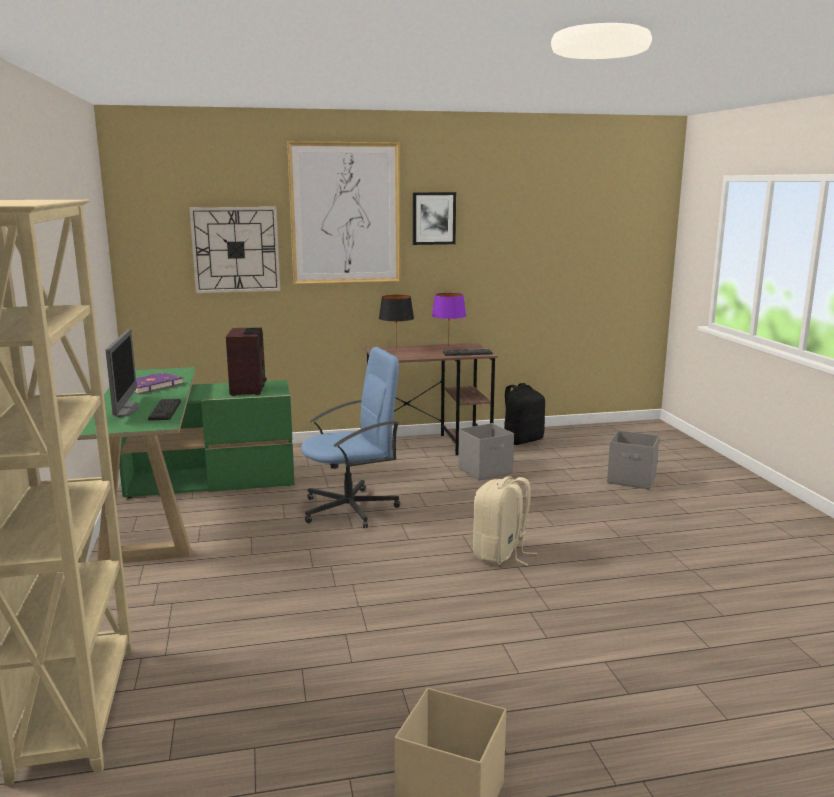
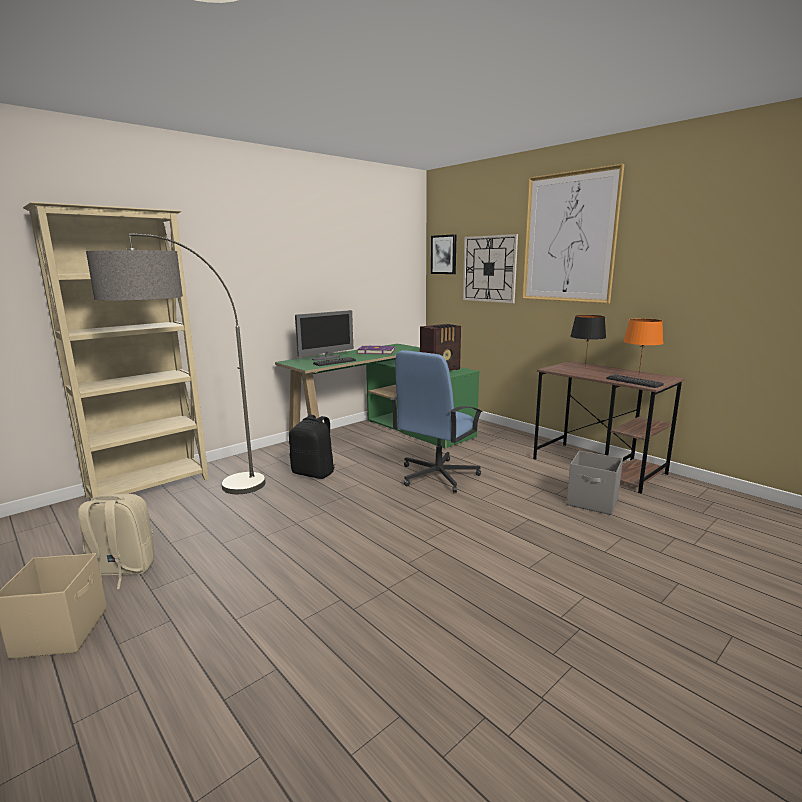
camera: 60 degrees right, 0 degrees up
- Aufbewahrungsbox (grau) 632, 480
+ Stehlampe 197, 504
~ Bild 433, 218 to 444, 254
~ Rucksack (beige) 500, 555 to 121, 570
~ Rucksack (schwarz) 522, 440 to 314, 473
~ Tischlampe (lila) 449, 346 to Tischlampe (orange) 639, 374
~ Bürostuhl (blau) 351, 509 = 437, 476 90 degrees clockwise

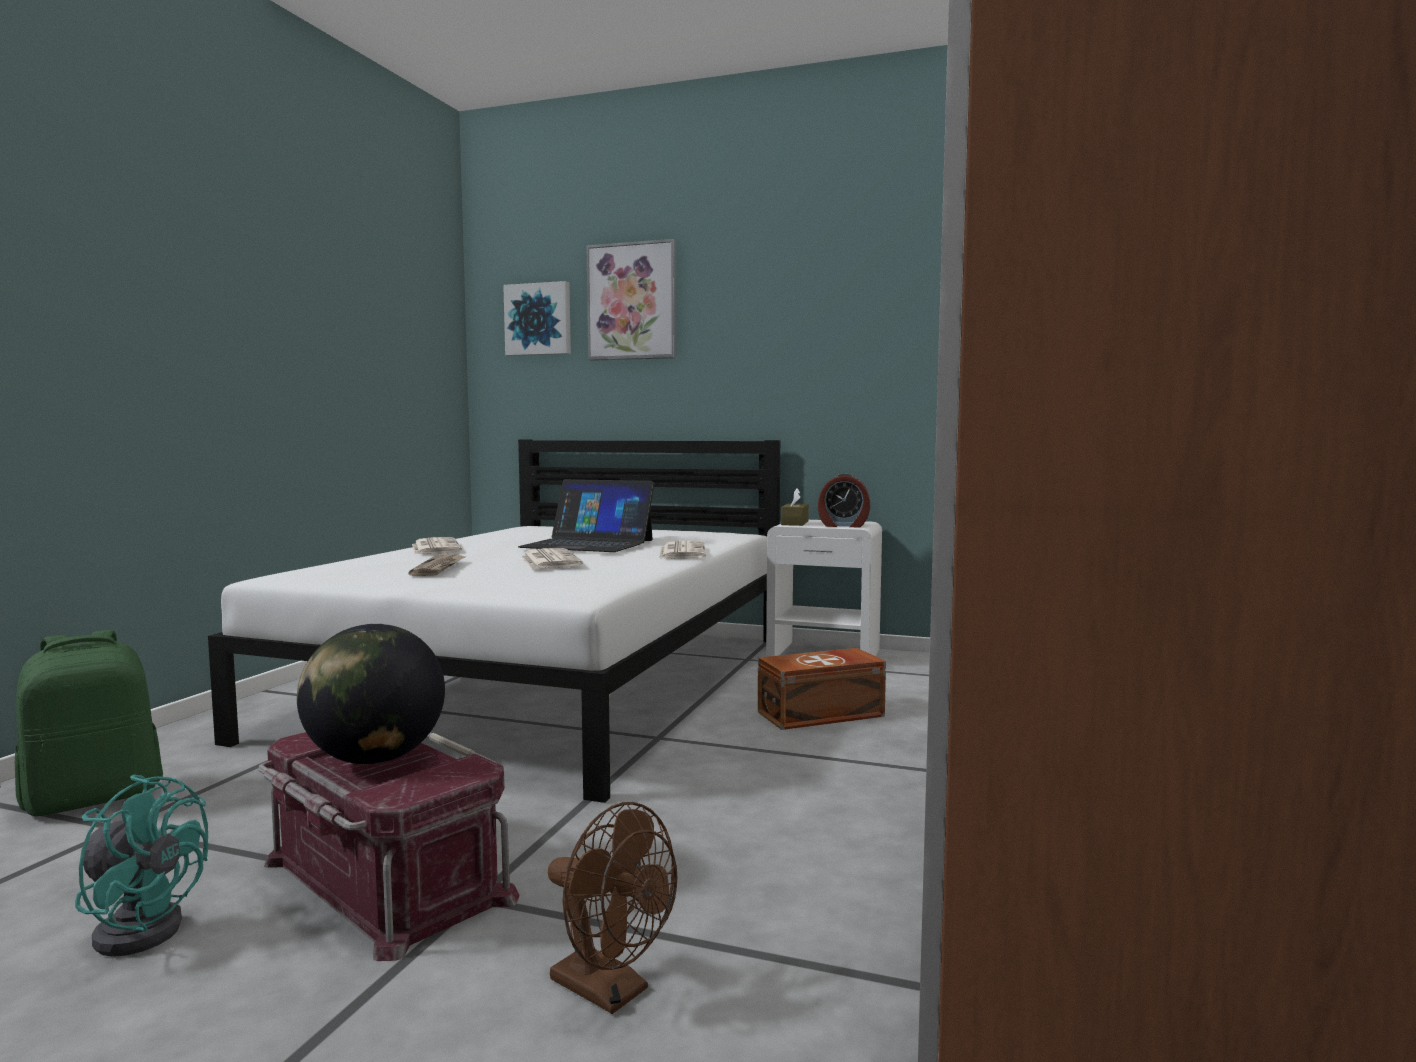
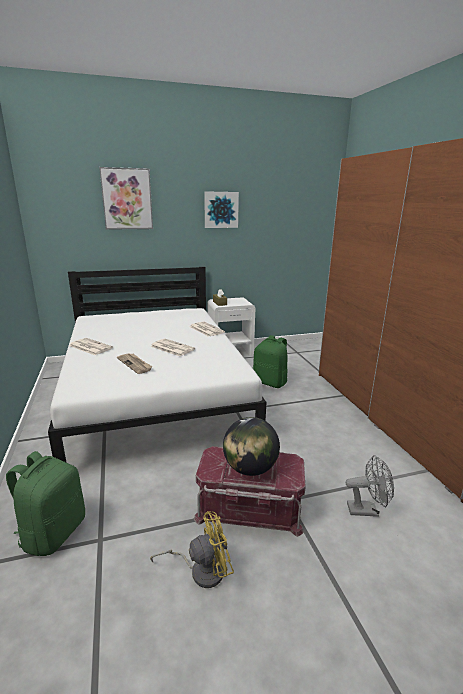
camera: 35 degrees left, 15 degrees up
- Laptop 588, 544
- Wecker 843, 525
~ Bild 539, 319 to 221, 210
~ Aufbewahrungsbox (braun) 823, 714 to Rucksack (grün) 270, 382
~ Ventilator (türkis) 141, 926 to Ventilator (gelb) 201, 570
~ Ventilator (braun) 611, 991 to Ventilator (grau) 367, 510

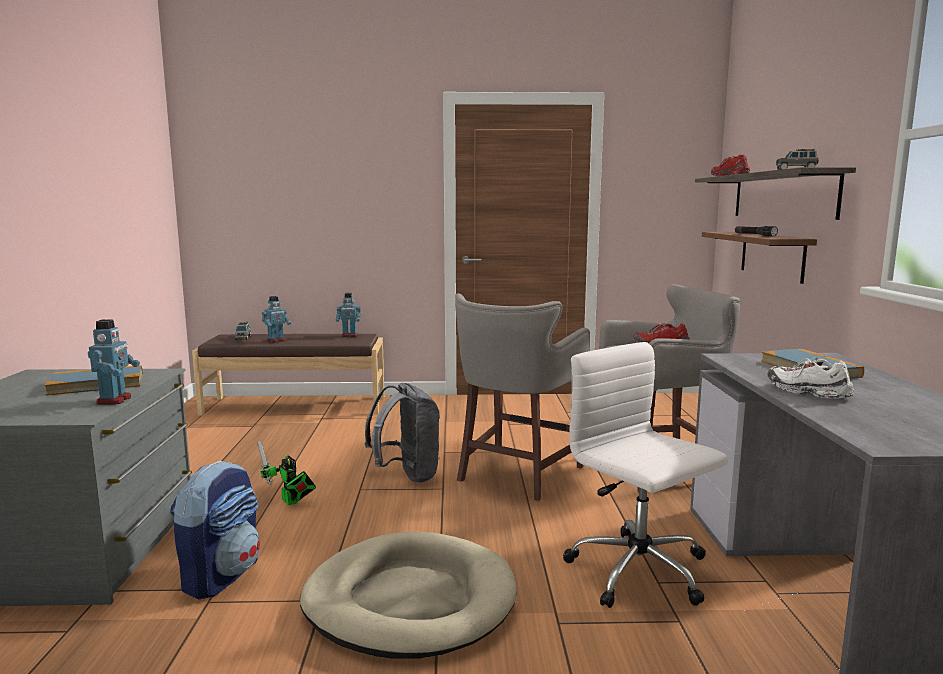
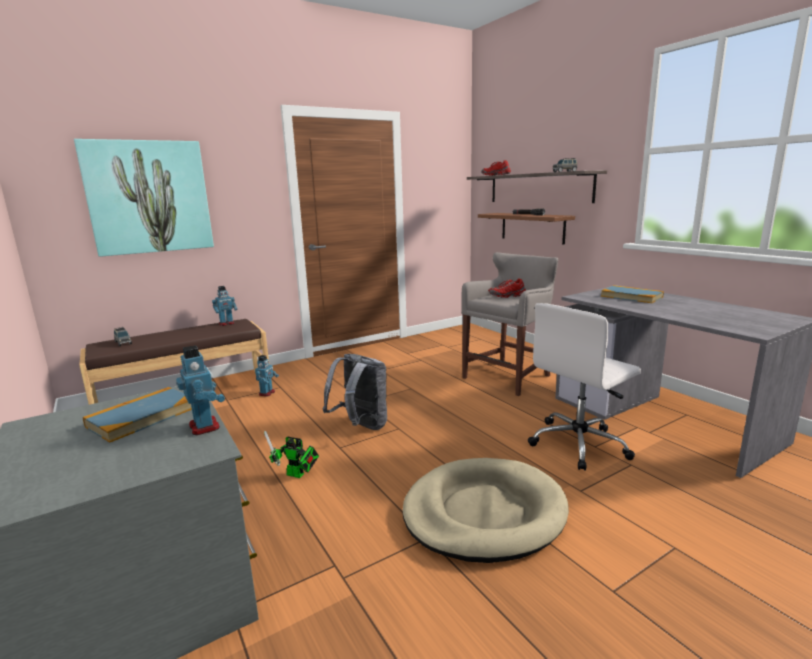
camera: 30 degrees left, 5 degrees up
- Rucksack 221, 575
- Hocker (grau) 517, 474
- Schuh (weiß) 807, 392
+ Bild 149, 197
~ Spielzeugroboter 276, 341 to 267, 393
~ Bürostuhl (weiß) 640, 572 = 579, 444 60 degrees counterclockwise

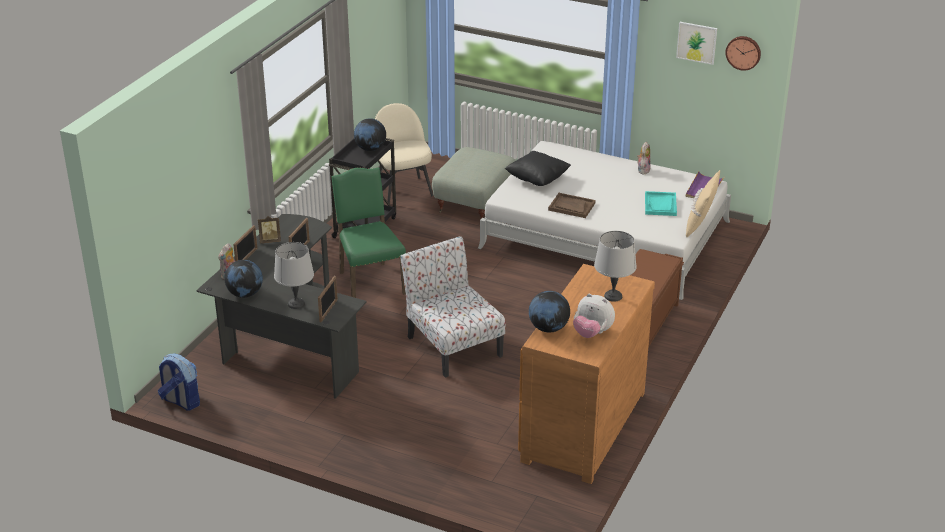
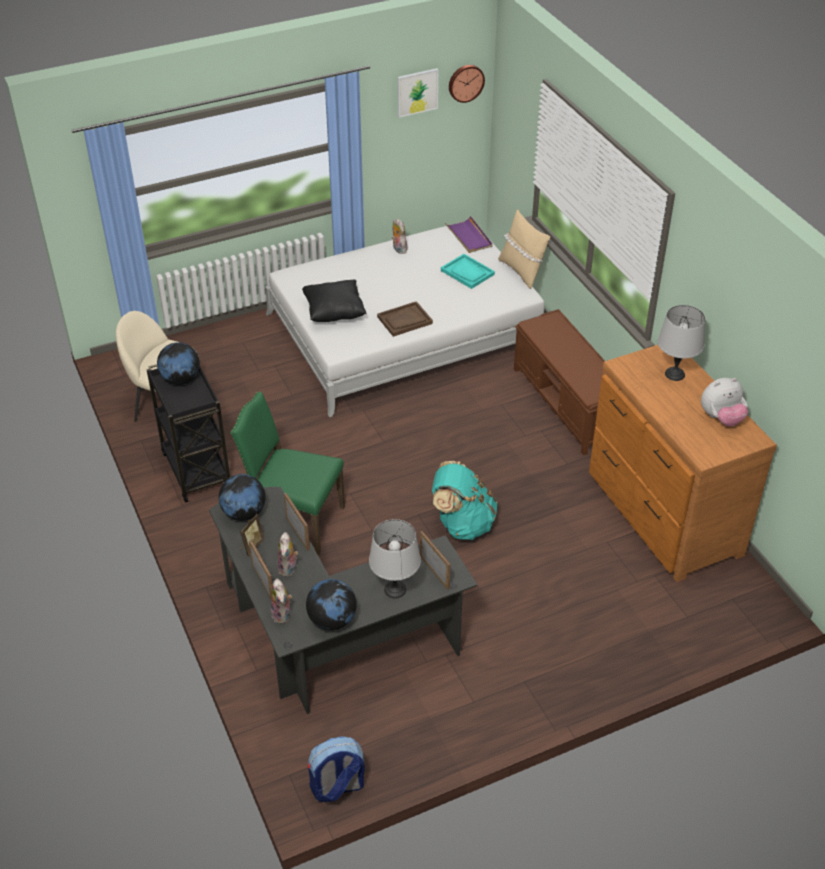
camera: 50 degrees left, 10 degrees up
- Polsterhocker (grau) 475, 203
+ Plüschtier 288, 568
~ Globus 548, 328 to 244, 513
~ Stuhl 453, 345 to Rucksack (türkis) 462, 523

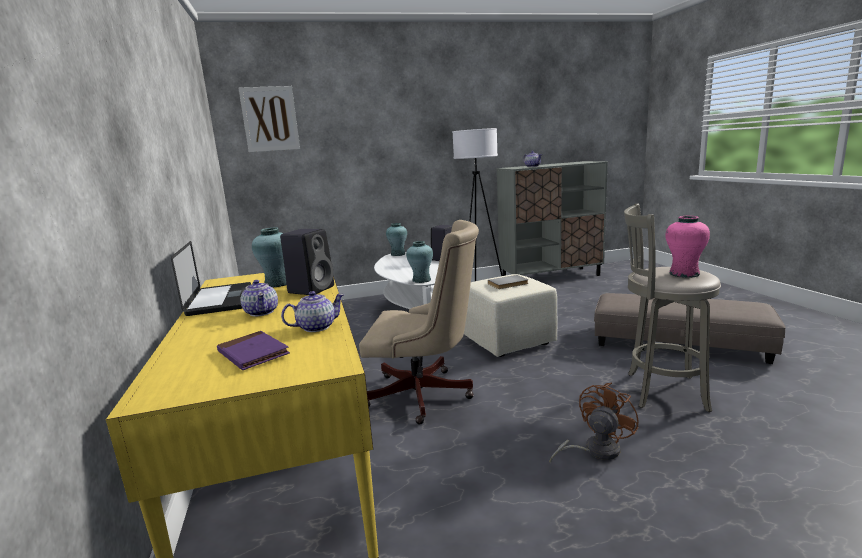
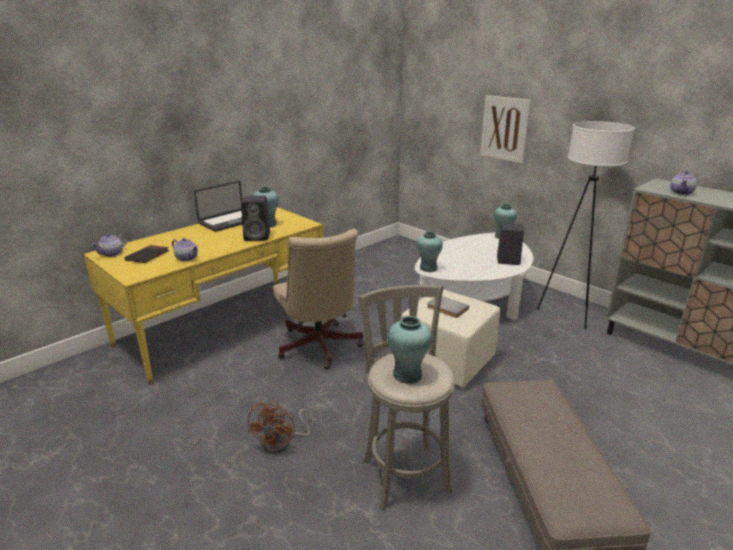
camera: 60 degrees right, 10 degrees up
~ Bild 270, 119 to 505, 128
~ Teekanne 262, 312 to 112, 254
~ Buch (lila) 253, 354 to Buch (schwarz) 147, 256
~ Vase (rosa) 684, 274 to Vase (türkis) 407, 374
~ Ventilator (braun) 594, 450 = 282, 443 90 degrees clockwise

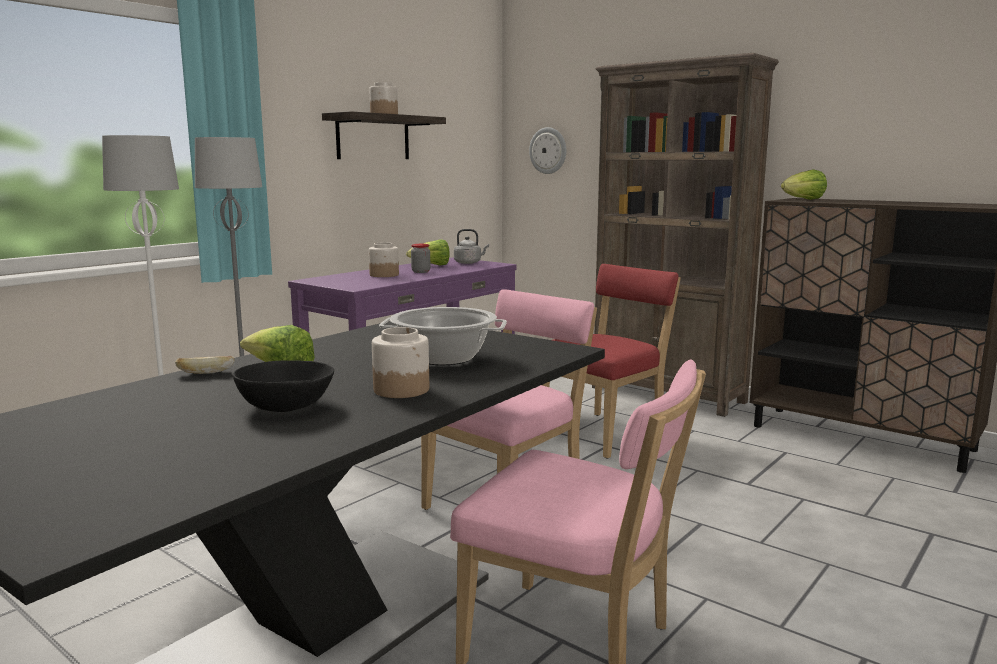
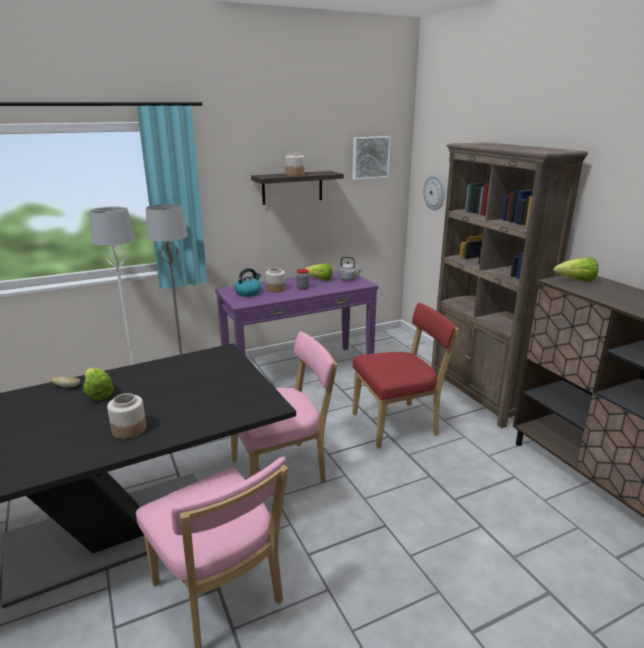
camera: 25 degrees right, 10 degrees up
- Schüssel (schwarz) 286, 406
- Kochtopf 444, 358
+ Wasserkessel 248, 293
+ Bild 370, 157

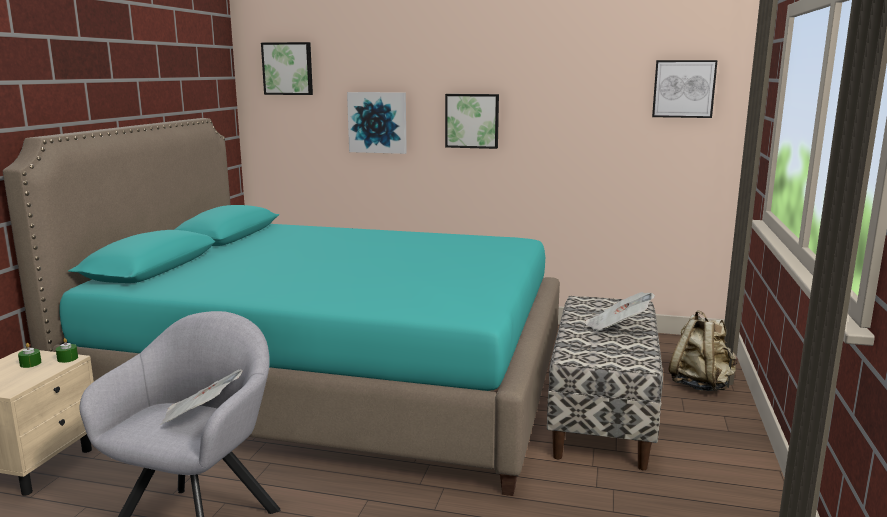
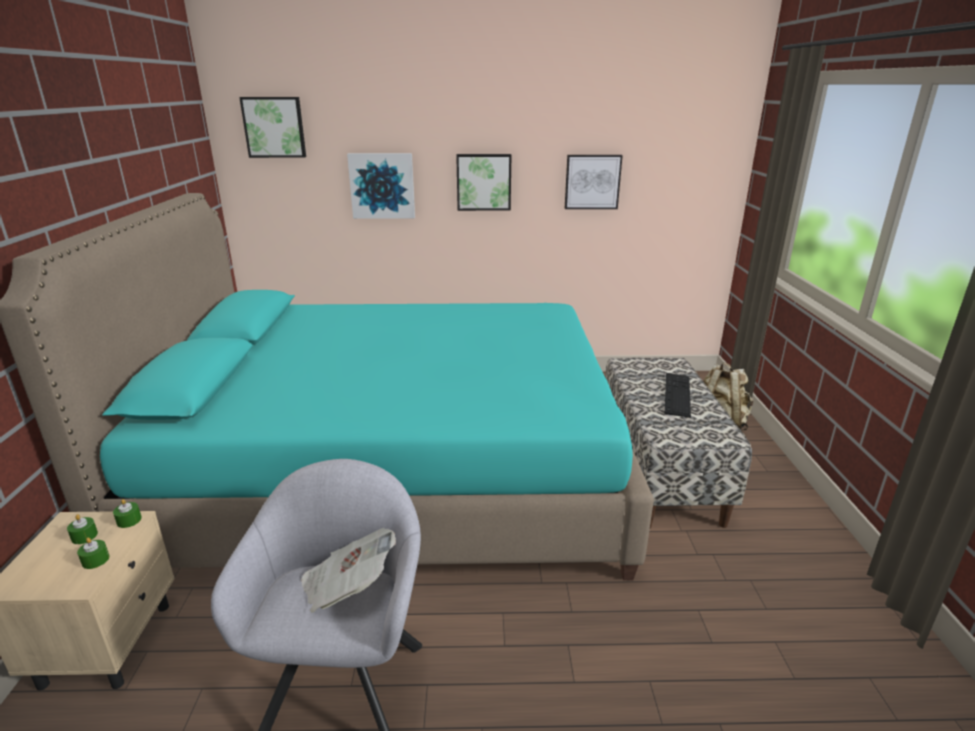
camera: 15 degrees left, 10 degrees up
+ Kerze (grün) 95, 560
~ Bild 683, 89 to 592, 182
~ Zeitung 617, 327 to Tastatur 677, 394

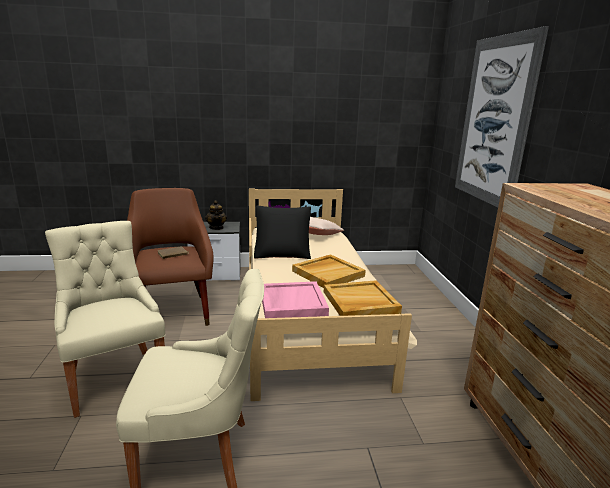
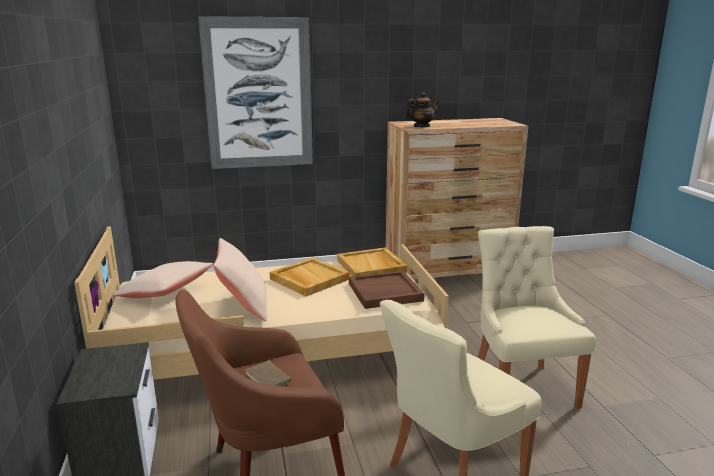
camera: 95 degrees left, 0 degrees up
~ Teekanne 216, 228 to 421, 126
~ Kissen (schwarz) 282, 253 to Kissen (beige) 244, 305
~ Tablett (rosa) 291, 302 to Tablett (braun) 384, 292

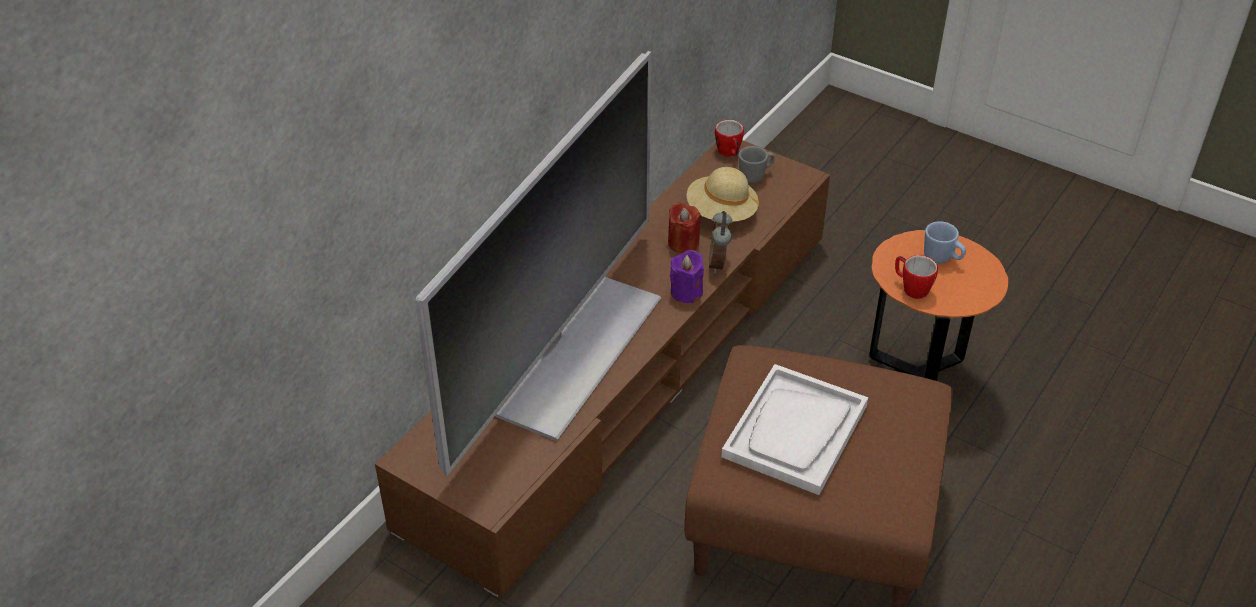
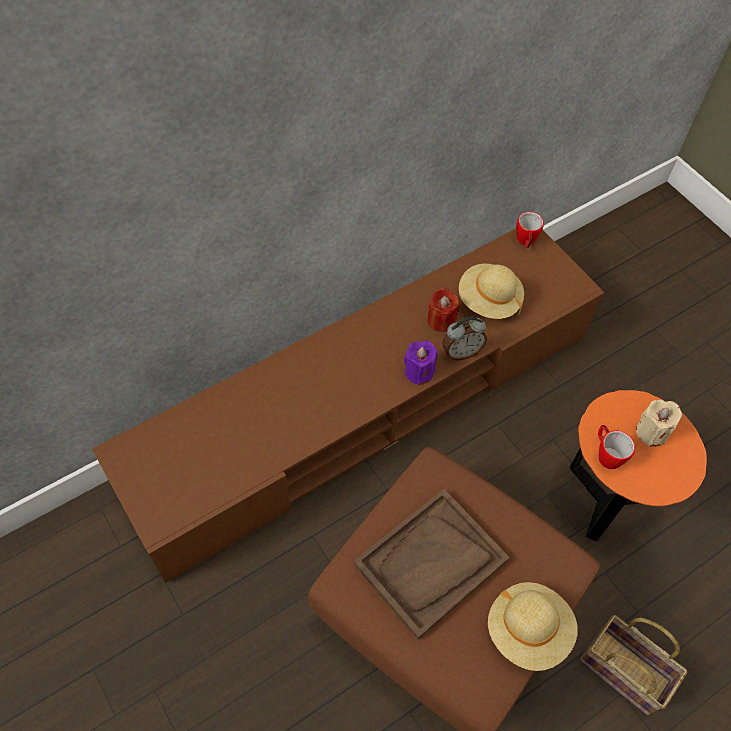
camera: 20 degrees right, 15 degrees up
- Fernseher 576, 354
- Henkelbecher (grau) 756, 176
+ Hut (beige) 528, 630
+ Korb 626, 671
~ Henkelbecher (blau) 942, 259 to Kerze (beige) 651, 432
~ Tablett (weiß) 795, 431 to Tablett (braun) 430, 563
~ Wecker 719, 263 = 461, 352 135 degrees counterclockwise

